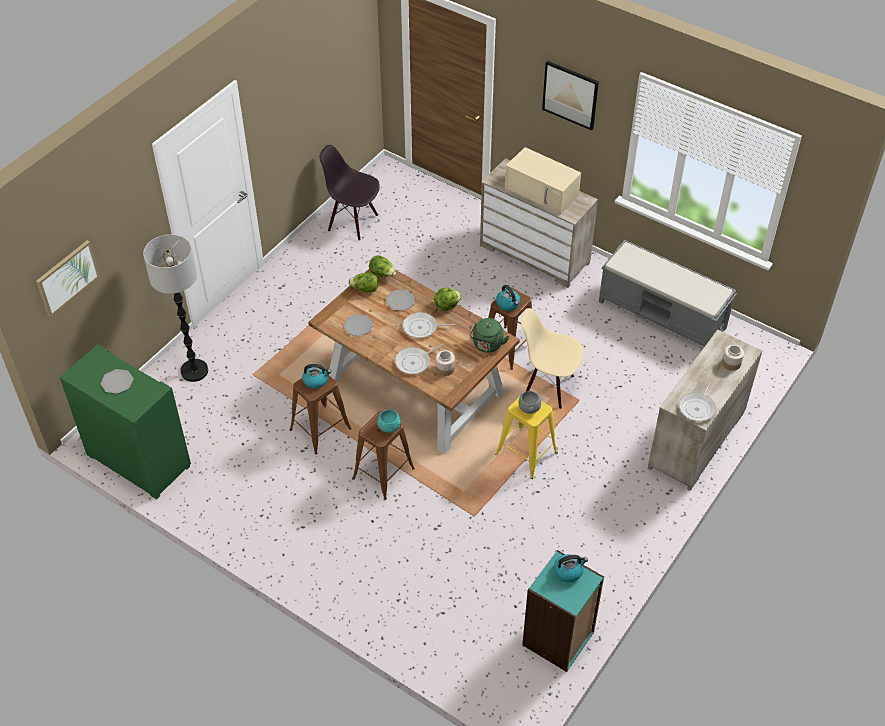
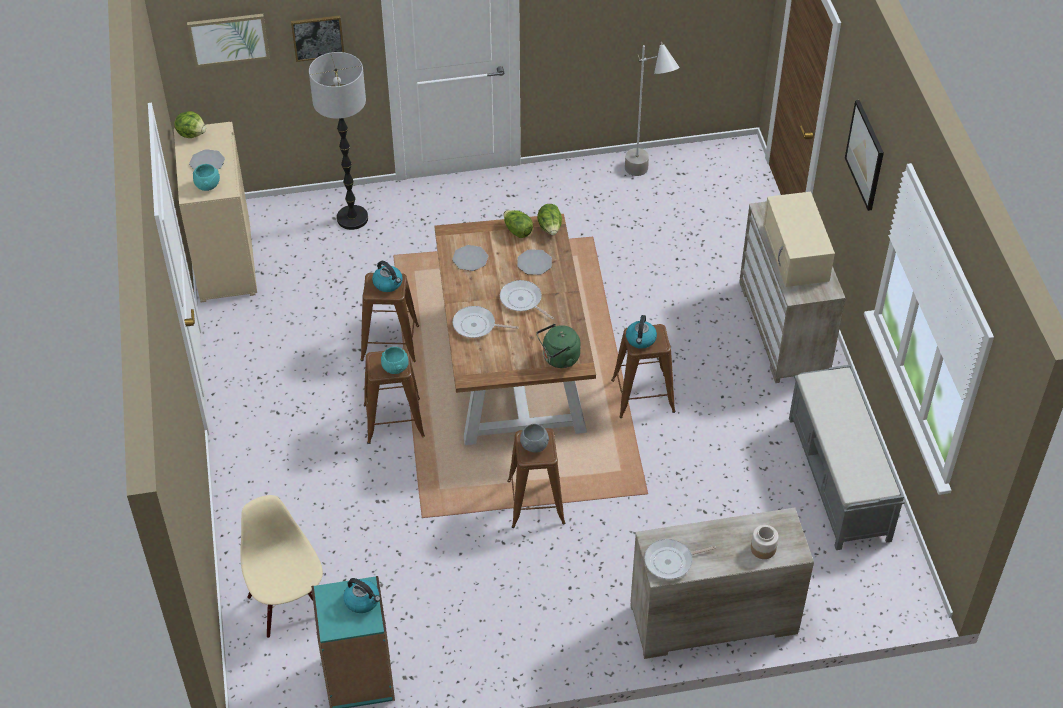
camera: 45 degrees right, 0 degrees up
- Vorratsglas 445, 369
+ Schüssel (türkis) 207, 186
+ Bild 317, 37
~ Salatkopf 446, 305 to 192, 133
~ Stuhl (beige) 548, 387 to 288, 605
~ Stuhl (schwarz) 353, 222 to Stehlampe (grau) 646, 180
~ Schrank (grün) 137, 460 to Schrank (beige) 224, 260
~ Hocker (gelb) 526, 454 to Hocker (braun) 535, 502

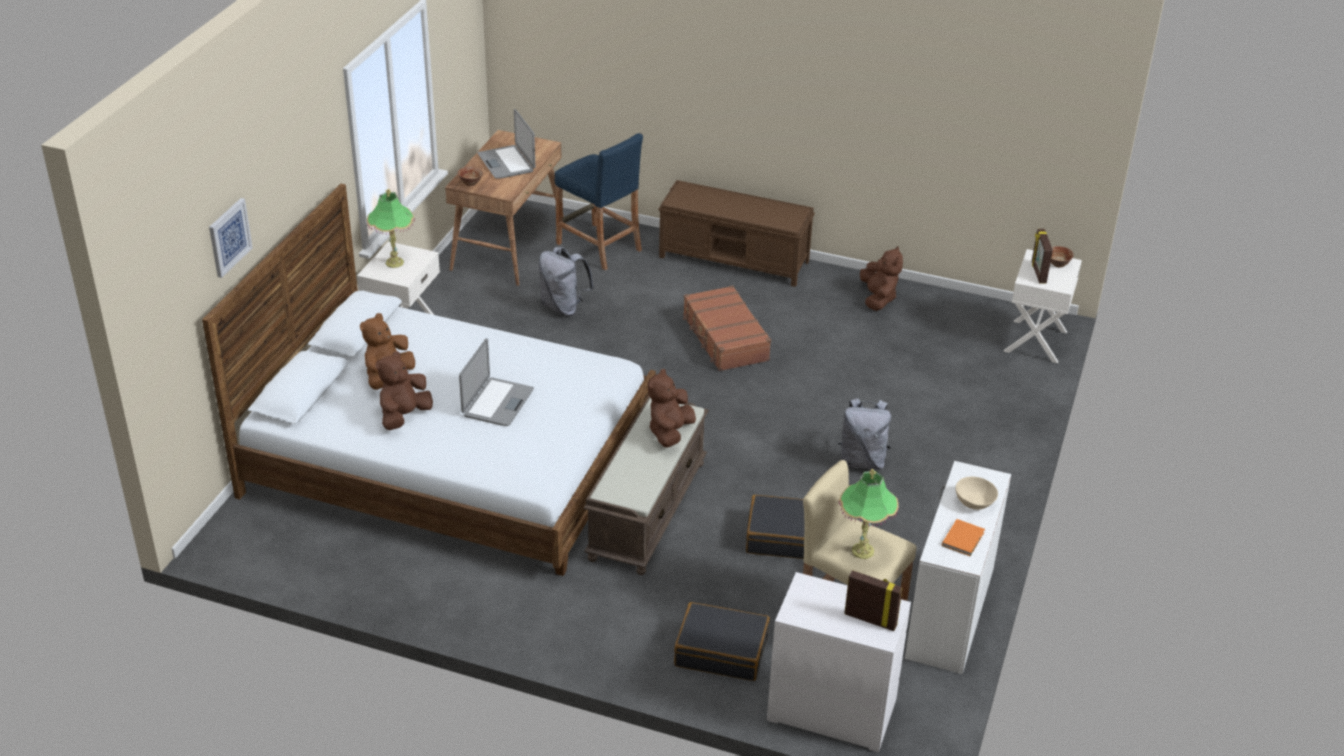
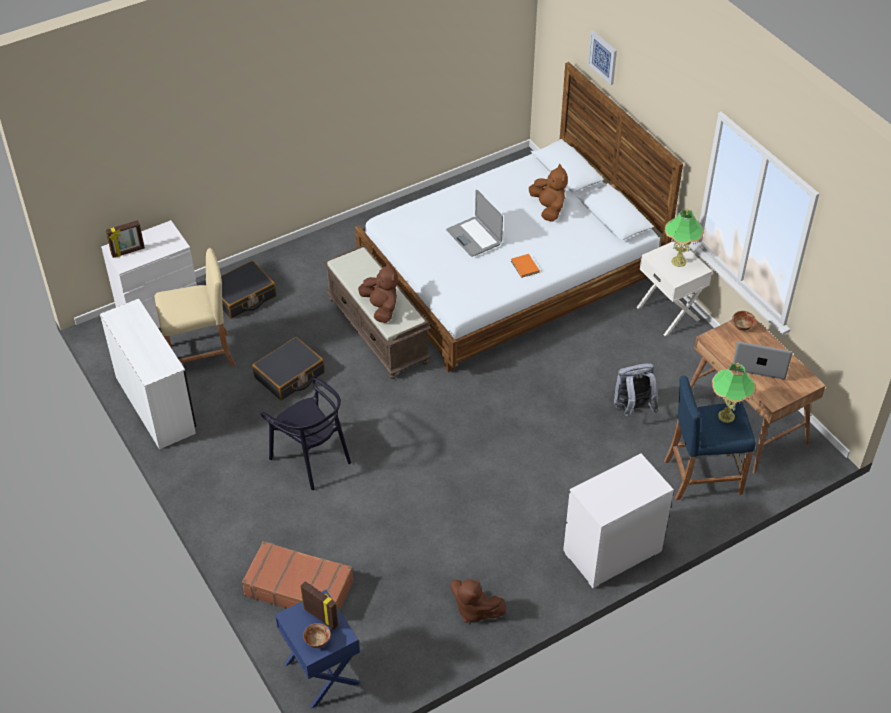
camera: 130 degrees right, 10 degrees up
- Plüschtier (braun) 404, 416
- Schüssel (beige) 974, 502
~ Koffer (braun) 724, 338 to 299, 588
~ Tischlampe 862, 550 to 726, 416
~ Buch (orange) 964, 538 to 524, 267
~ Bank (braun) 735, 259 to Kommode (weiß) 611, 552
~ Rucksack (grau) 862, 461 to Stuhl (schwarz) 311, 458
~ Nachttisch (weiß) 1036, 341 to Nachttisch (blau) 321, 673

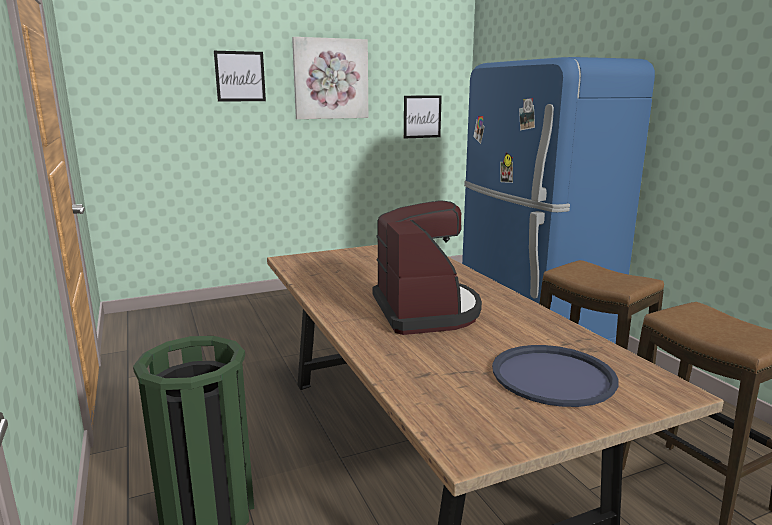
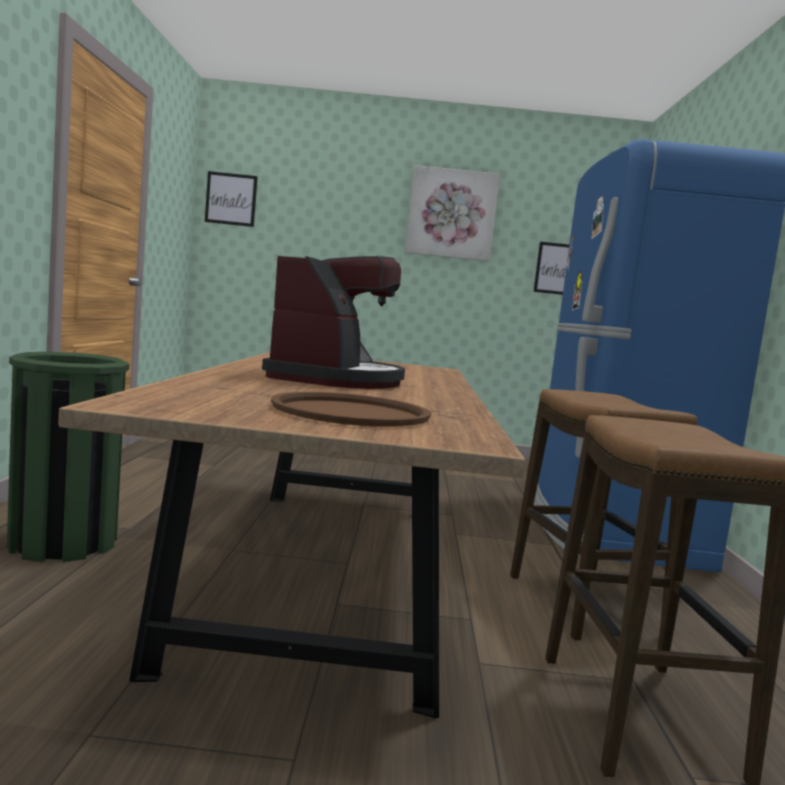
camera: 25 degrees right, 10 degrees down
~ Bild 240, 76 to 231, 199
~ Tablett (blau) 553, 376 to Tablett (braun) 351, 412

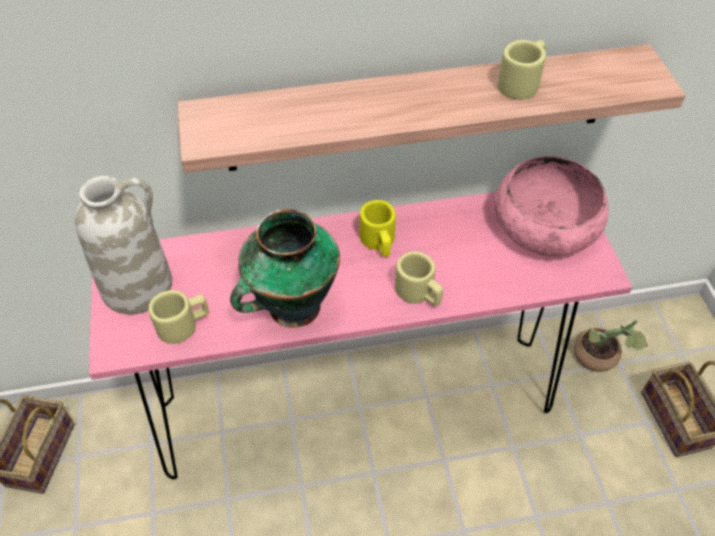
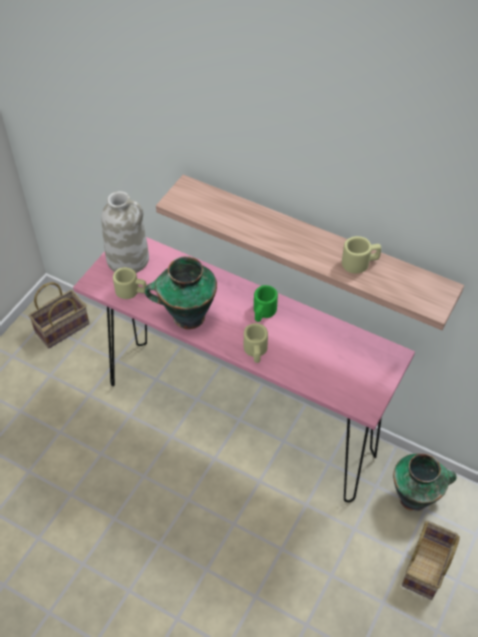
camera: 40 degrees right, 0 degrees up
- Schüssel (rosa) 545, 226
~ Topfpflanze 600, 358 to Vase 415, 498
~ Henkelbecher (gelb) 379, 242 to Henkelbecher (grün) 263, 312

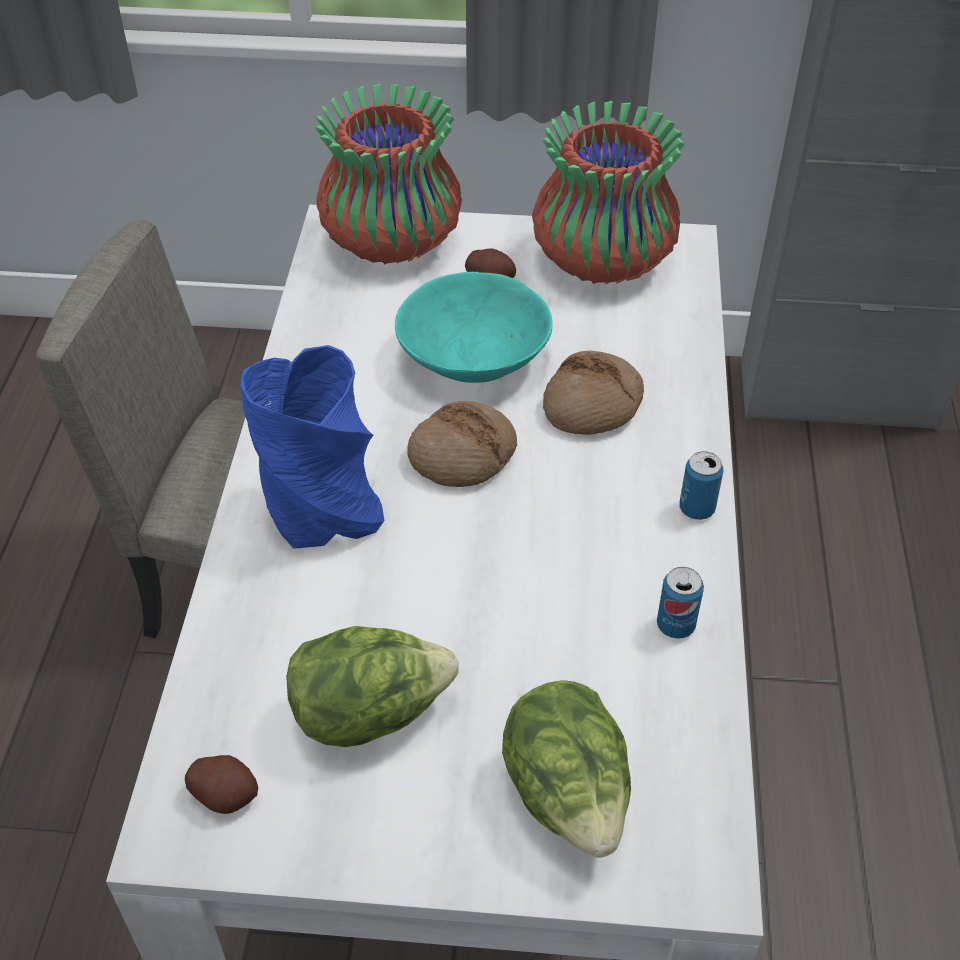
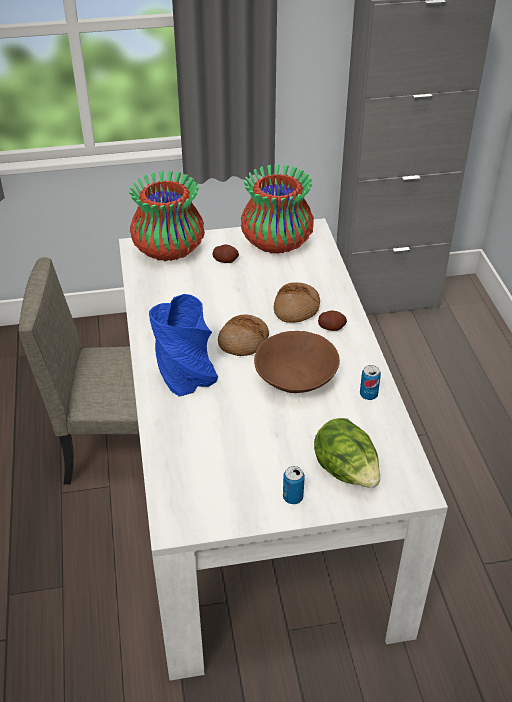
camera: 15 degrees left, 5 degrees down
- Salatkopf 370, 713
- Schüssel (türkis) 474, 357
+ Schüssel (braun) 296, 379
~ Kartoffel 225, 794 to 331, 327
~ Dose 696, 509 to 293, 497

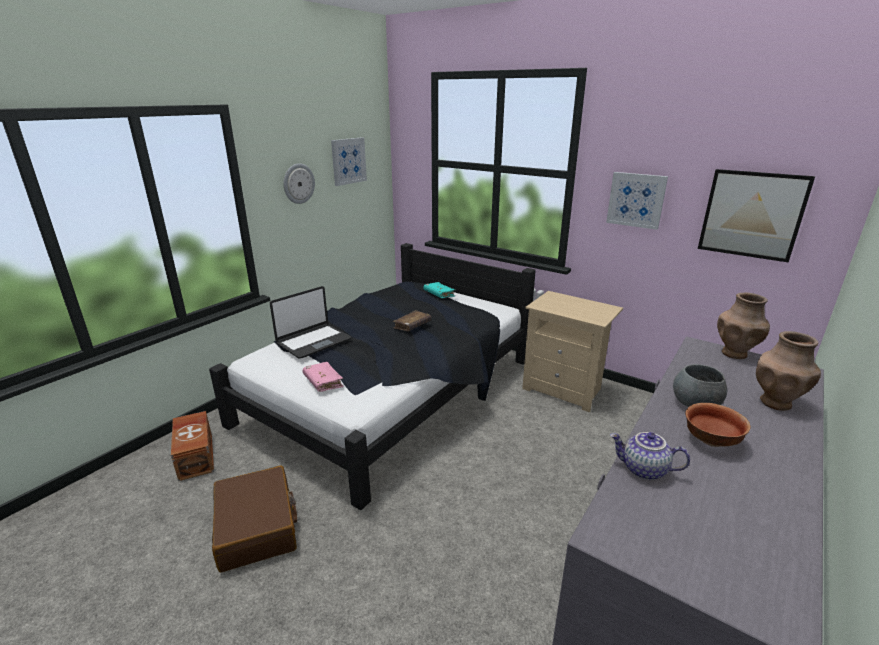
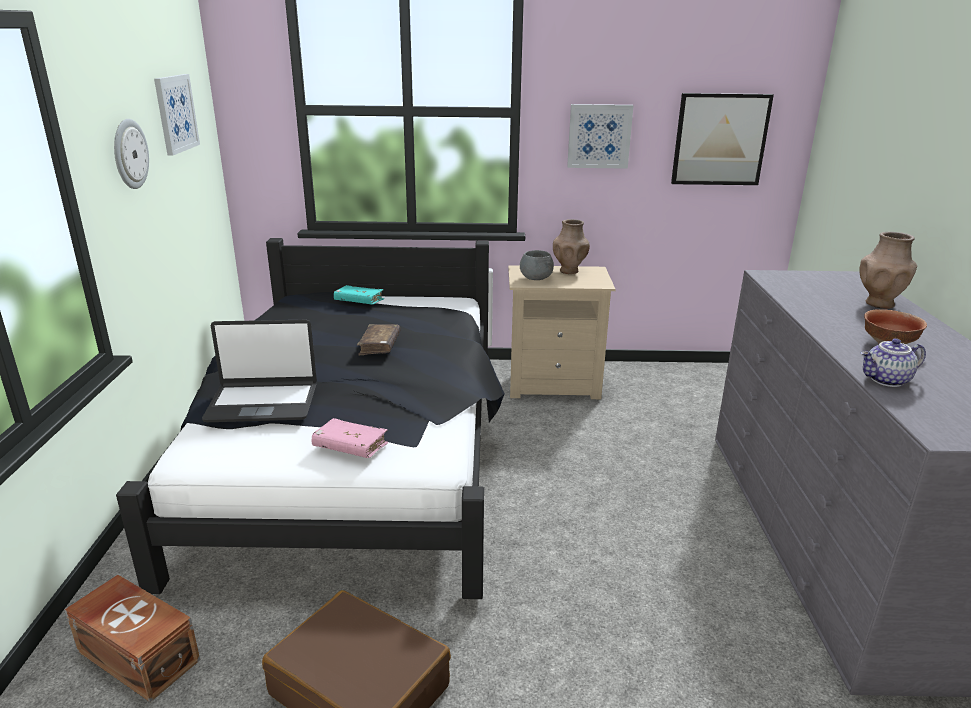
camera: 35 degrees left, 0 degrees up
~ Schüssel (grau) 695, 404 to 536, 278
~ Vase (braun) 734, 353 to 569, 271
~ Laptop 313, 341 = 263, 402 75 degrees clockwise

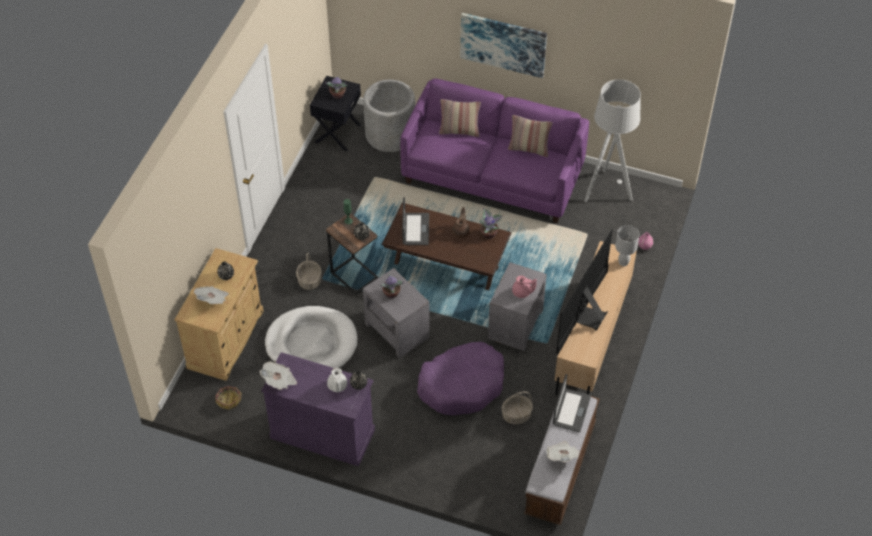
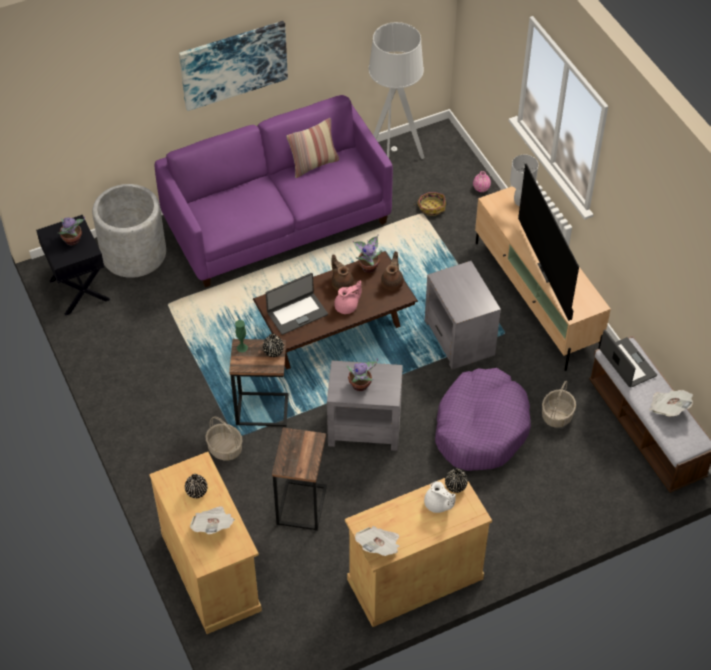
camera: 45 degrees left, 0 degrees up
- Kissen 459, 131
+ Teekanne (braun) 392, 282
~ Korb 229, 400 to 431, 207
~ Teekanne (rosa) 522, 292 to 347, 307
~ Hundebett (weiß) 311, 343 to Beistelltisch 300, 505
~ Schrank (lila) 322, 433 to Schrank (beige) 414, 578
~ Laptop 415, 229 = 297, 313 105 degrees clockwise

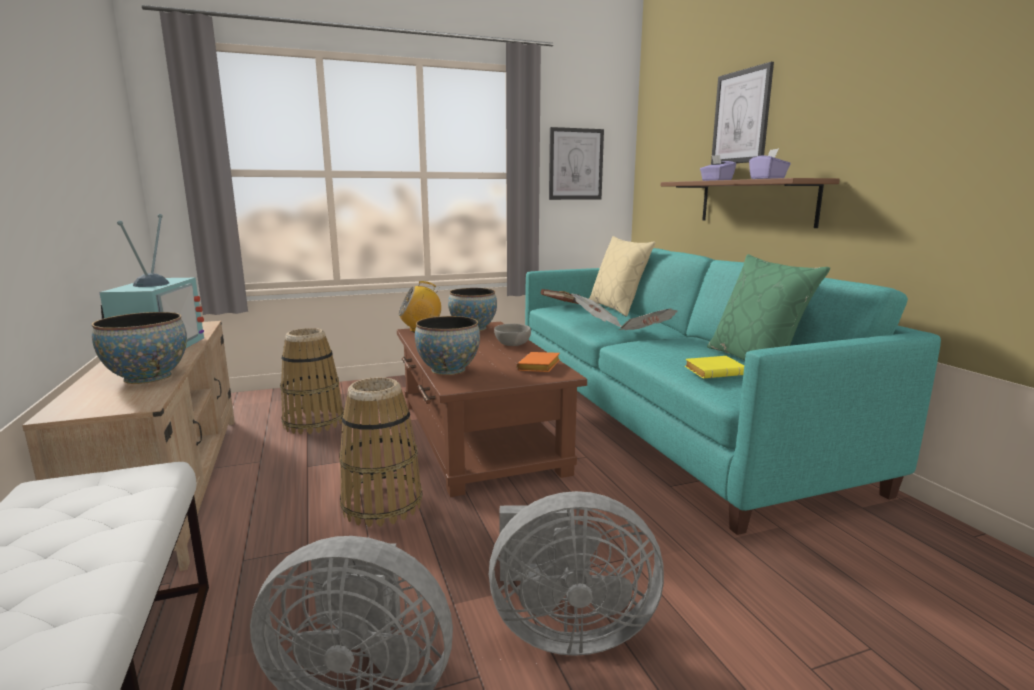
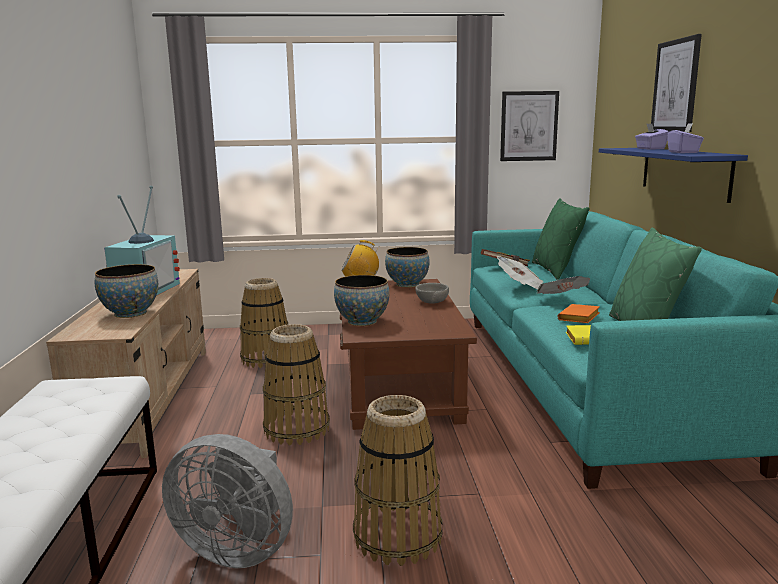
camera: 15 degrees right, 0 degrees up
~ Buch (orange) 540, 367 to 579, 318
~ Ventilator (grau) 565, 630 to Korb 398, 536
~ Kissen (beige) 617, 308 to Kissen (grün) 556, 270
~ Wandregal (braun) 755, 202 to Wandregal (blau) 684, 172

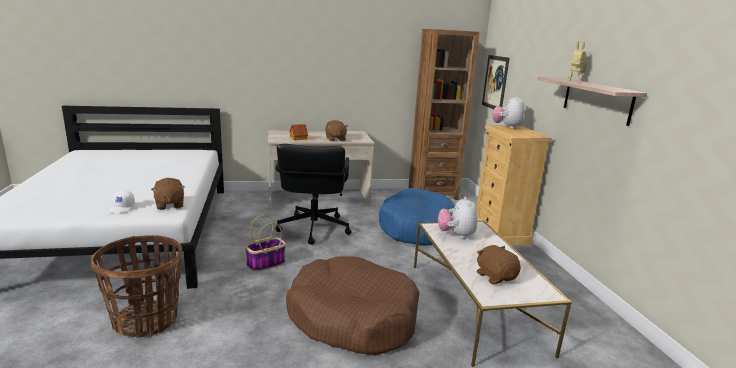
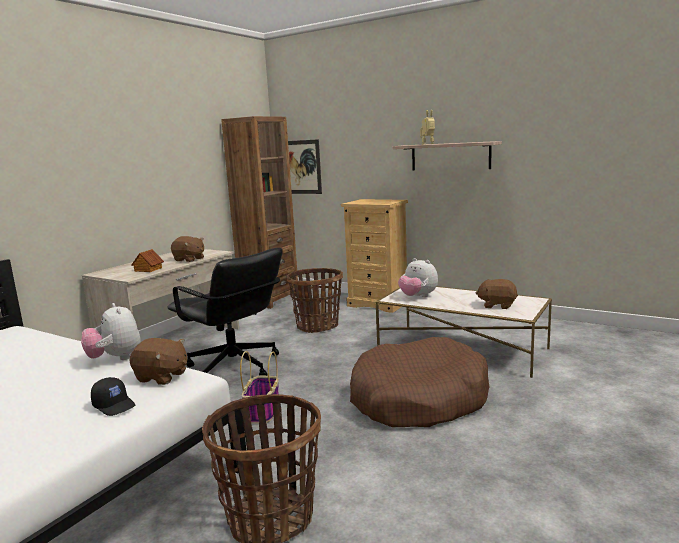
camera: 45 degrees left, 5 degrees down
~ Plüschtier 507, 127 to 115, 358
~ Hundebett (blau) 417, 228 to Korb 317, 326
~ Kappe (weiß) 122, 208 to Kappe (schwarz) 114, 405

